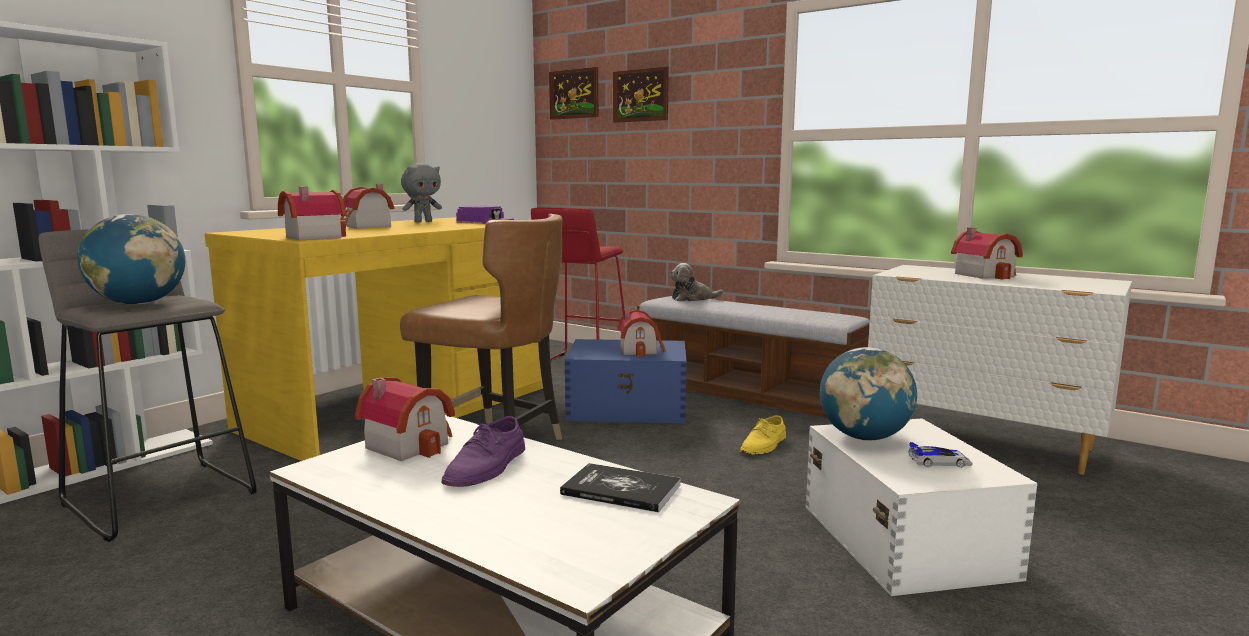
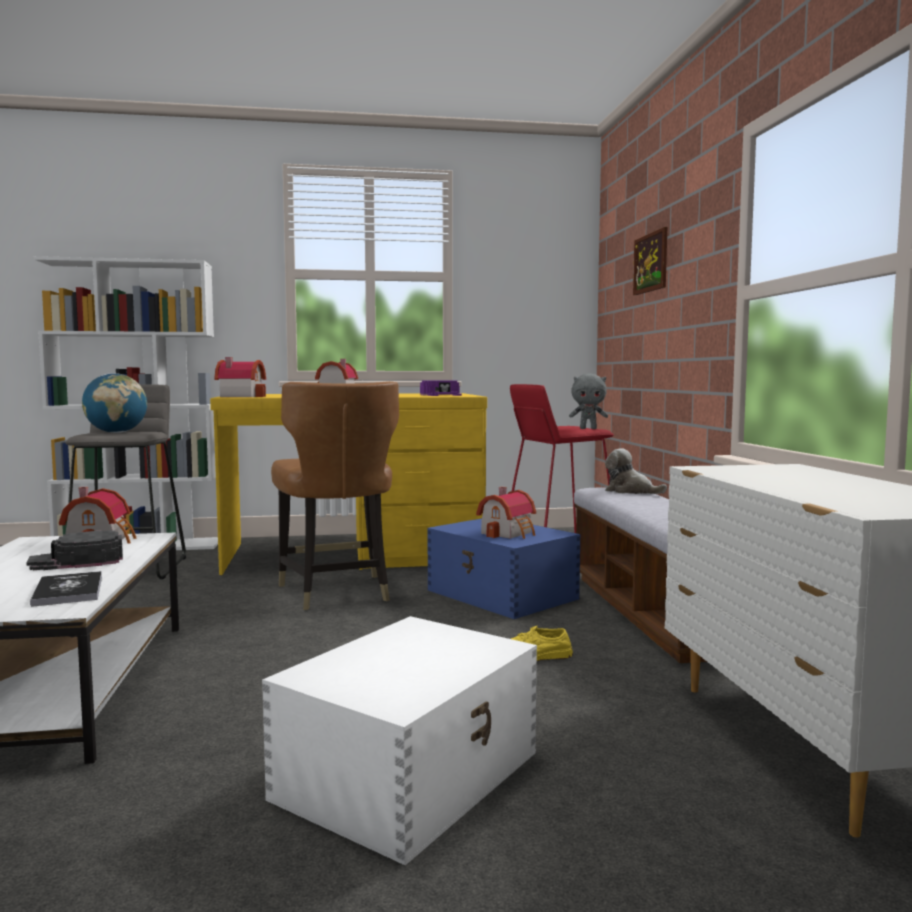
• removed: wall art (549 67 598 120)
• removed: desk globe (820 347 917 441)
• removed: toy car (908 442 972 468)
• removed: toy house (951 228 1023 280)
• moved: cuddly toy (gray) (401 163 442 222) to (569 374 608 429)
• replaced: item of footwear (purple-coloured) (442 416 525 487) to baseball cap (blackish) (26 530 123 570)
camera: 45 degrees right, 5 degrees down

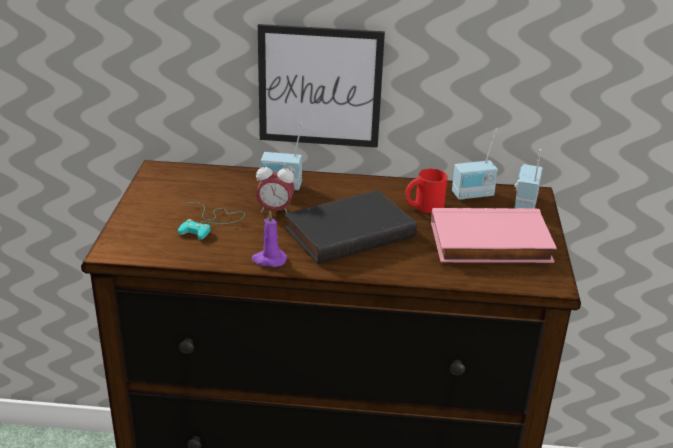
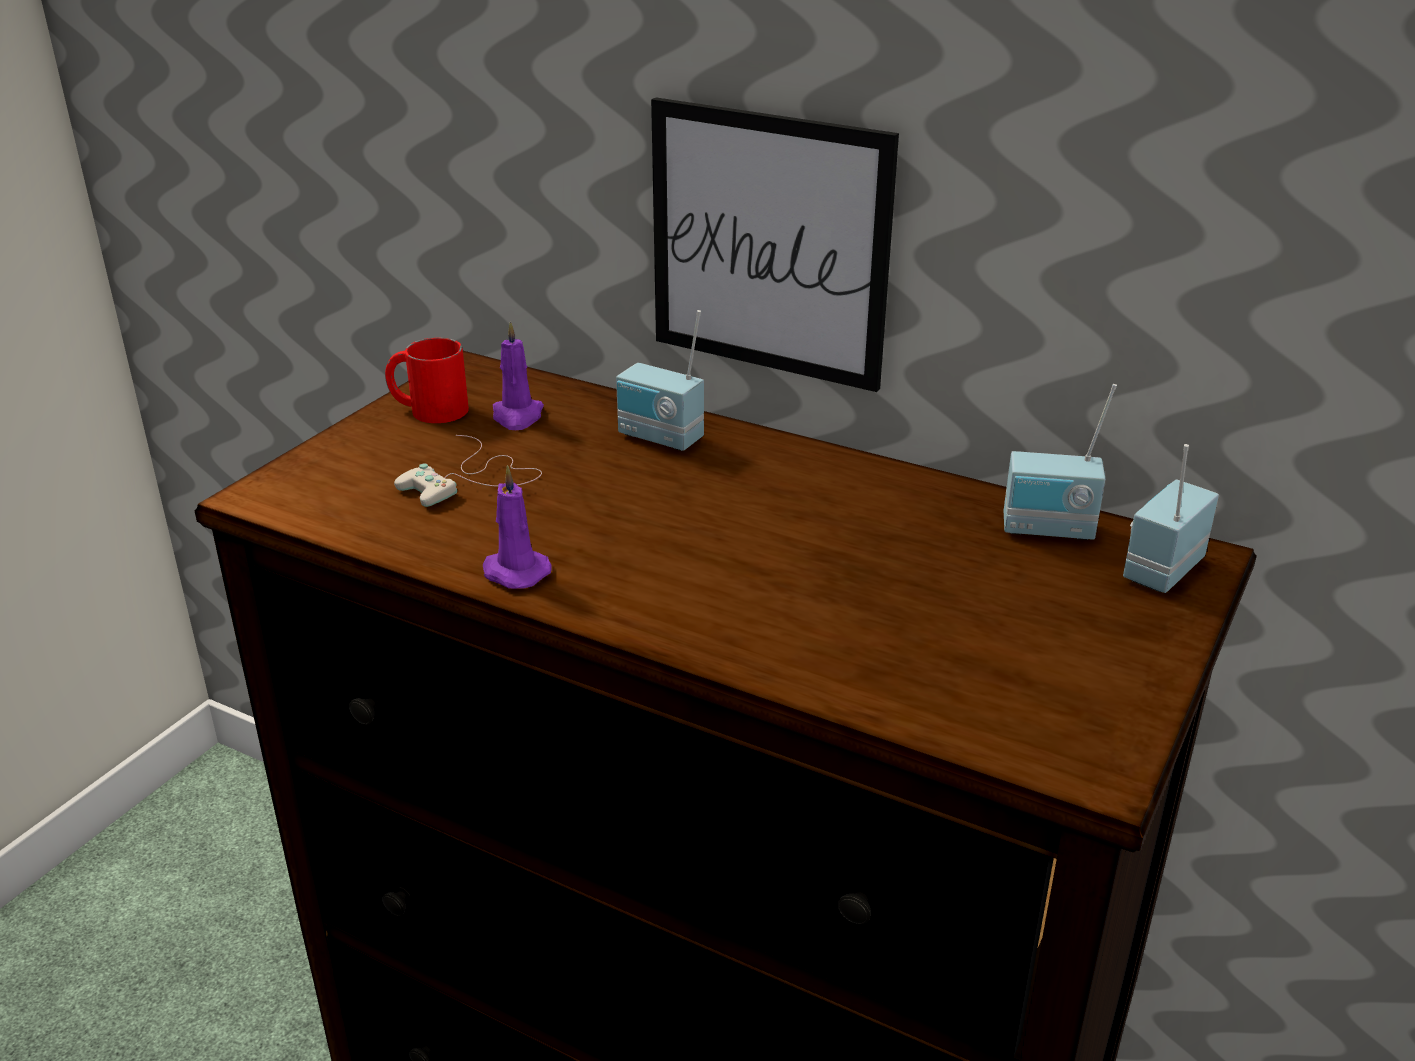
• removed: alarm clock (256 162 295 213)
• removed: volume (blackish) (284 190 417 264)
• removed: volume (pink) (431 208 557 263)
• added: wax light (purple-coloured) (493 321 544 430)
• moved: tea mug (reddish) (405 168 447 213) to (385 337 469 423)
• recoloured: gamepad (blue-green) (178 202 245 240) to gamepad (whitish) (394 435 542 507)
camera: 25 degrees right, 0 degrees up

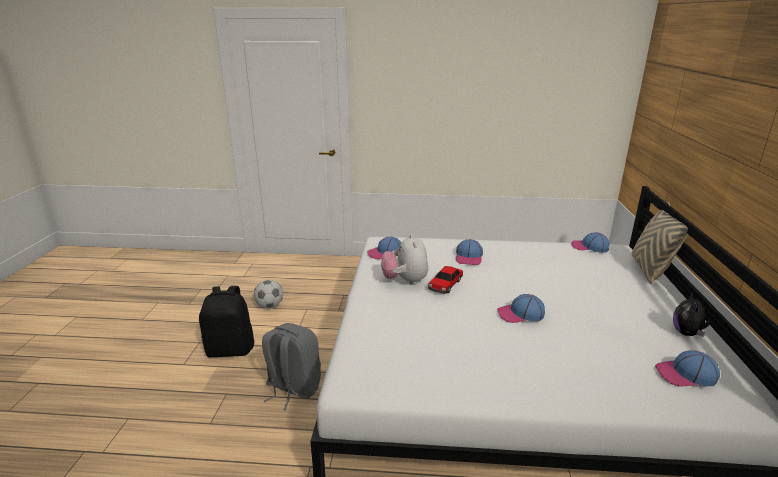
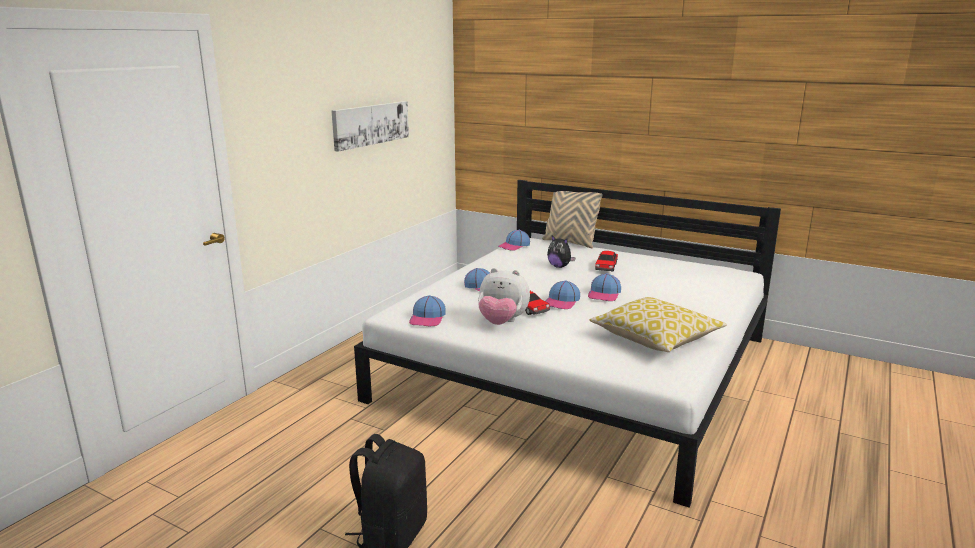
• removed: football (254 280 283 308)
• removed: rucksack (gray) (262 323 321 410)
• added: wall art (332 101 409 152)
• added: throw pillow (589 297 727 352)
• added: toy car (595 251 618 271)
• moved: baseball cap (655 350 720 387) to (545 280 580 309)
• moved: cuddly toy (673 292 711 337) to (547 236 576 268)
camera: 65 degrees left, 5 degrees down

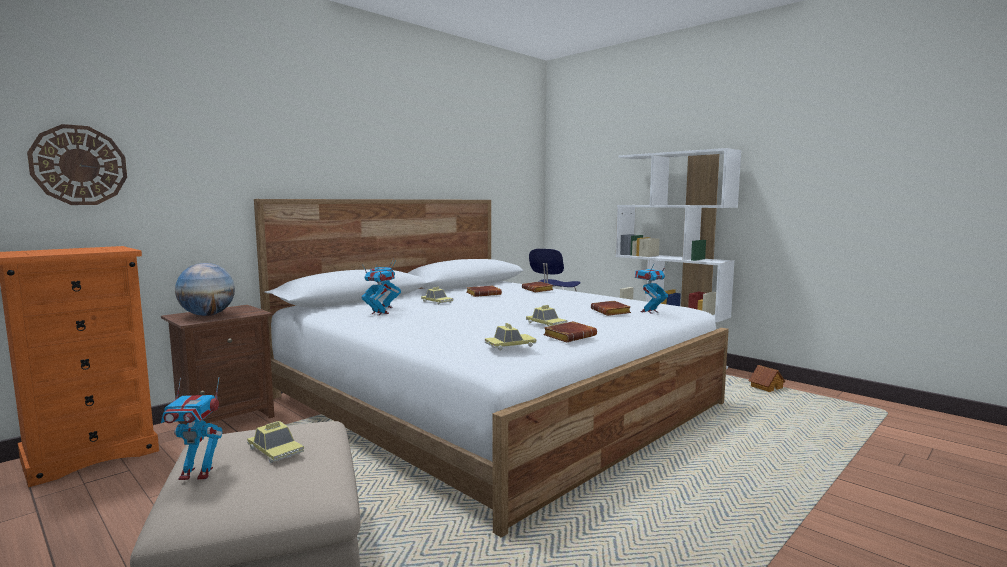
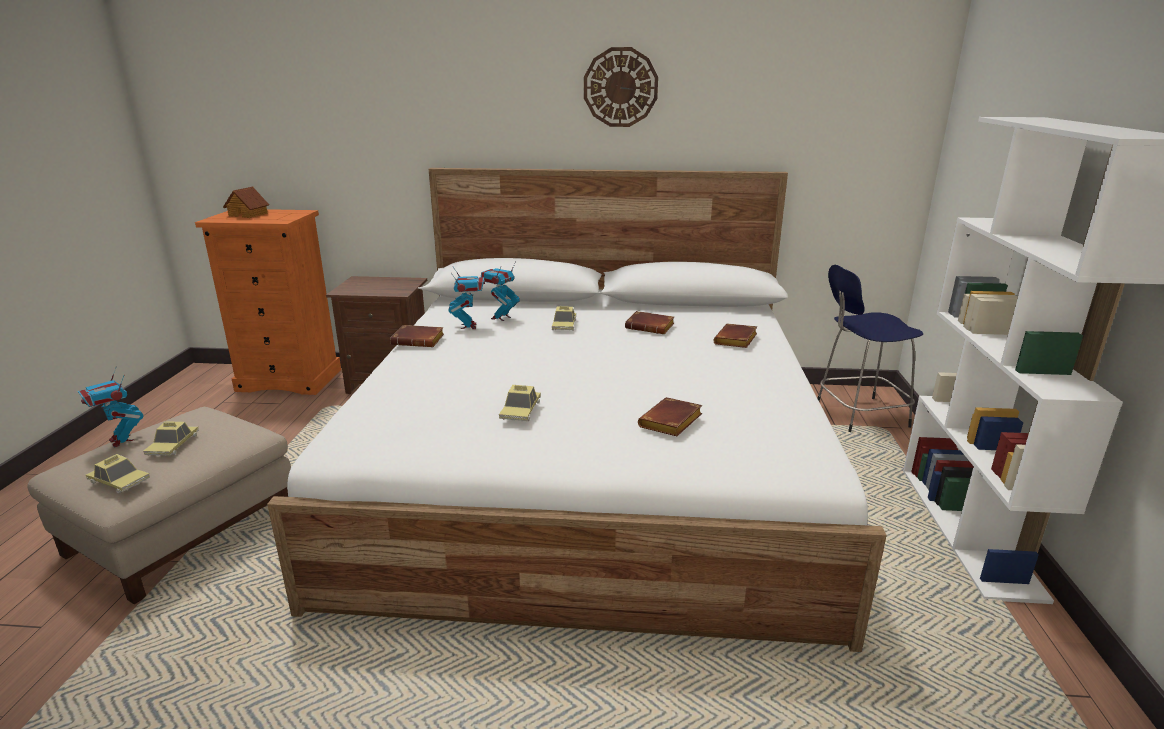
• removed: desk globe (175 263 235 316)
• removed: toy robot (635 263 668 314)
• moved: hanging clock (27 124 127 205) to (584 47 658 127)
• moved: toy car (485 323 537 351) to (86 454 150 493)
• moved: volume (brown-coloured) (543 321 597 342) to (390 325 444 347)
• moved: toy house (748 365 785 392) to (223 187 269 218)
camera: 50 degrees right, 15 degrees up

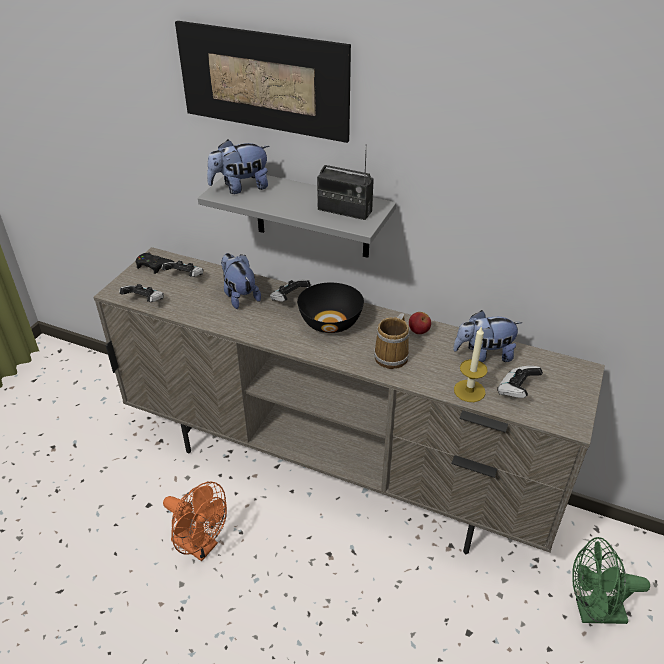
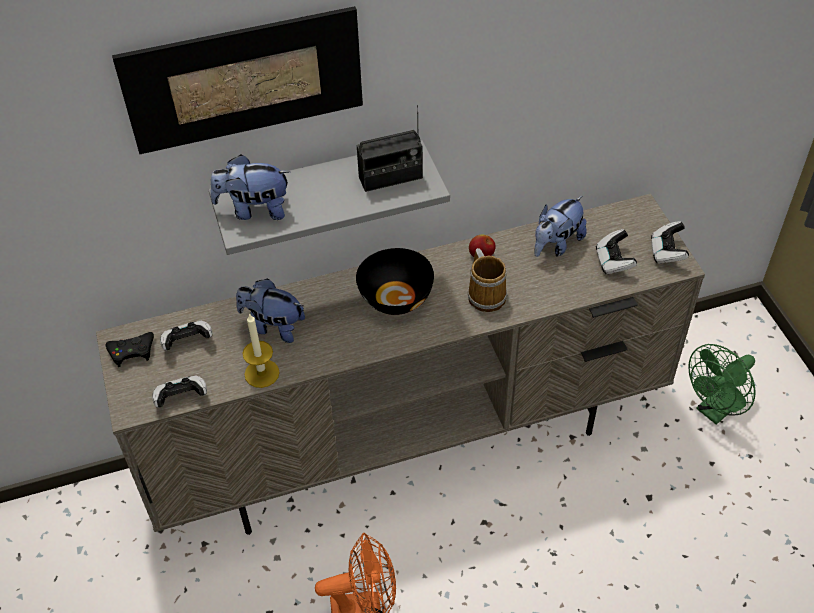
• moved: gamepad (270 279 311 302) to (651 221 689 264)
• moved: wax light (454 326 488 402) to (242 313 280 388)
• turned: cuddly toy (207 139 269 194) = (210 154 290 220) 60 degrees clockwise
camera: 40 degrees left, 10 degrees up

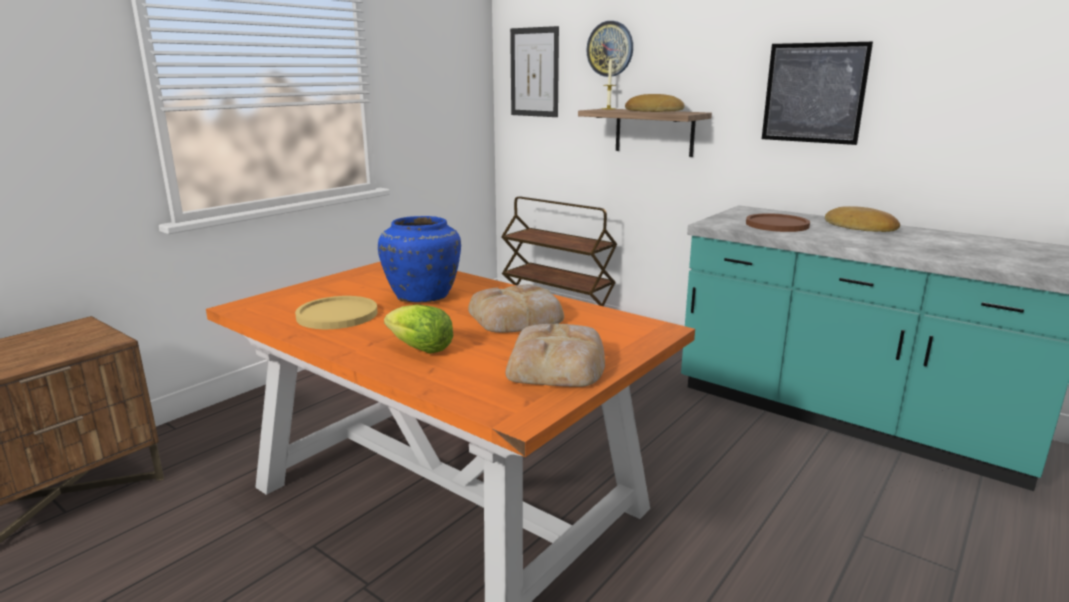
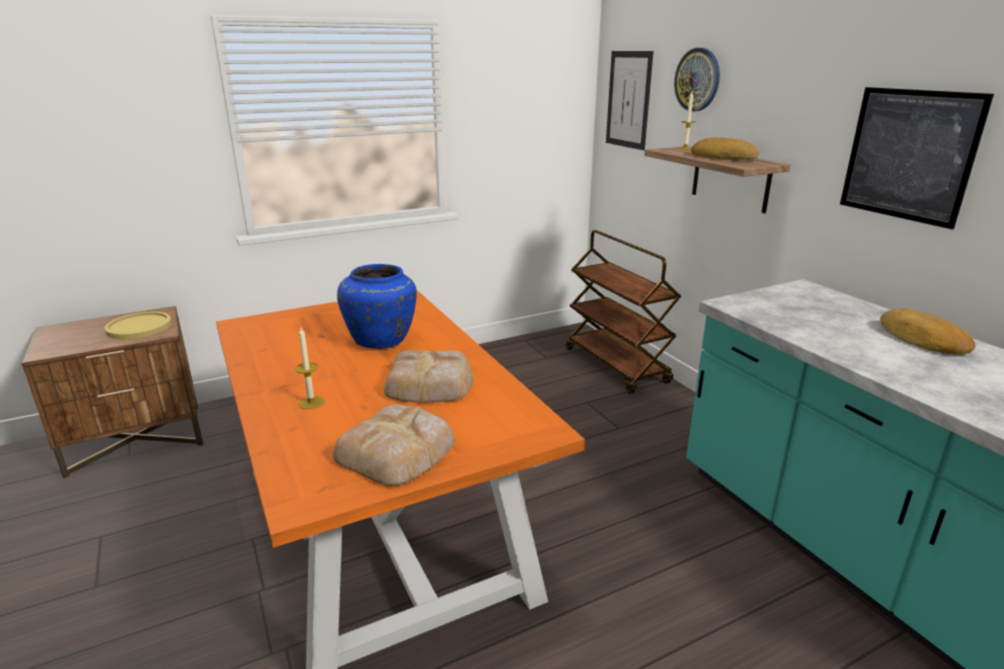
• removed: plate (brown-coloured) (746 213 810 232)
• moved: plate (yellowish) (295 296 377 329) to (105 311 172 339)
• replaced: lettuce head (384 304 454 354) to wax light (295 328 325 409)
camera: 25 degrees right, 5 degrees up

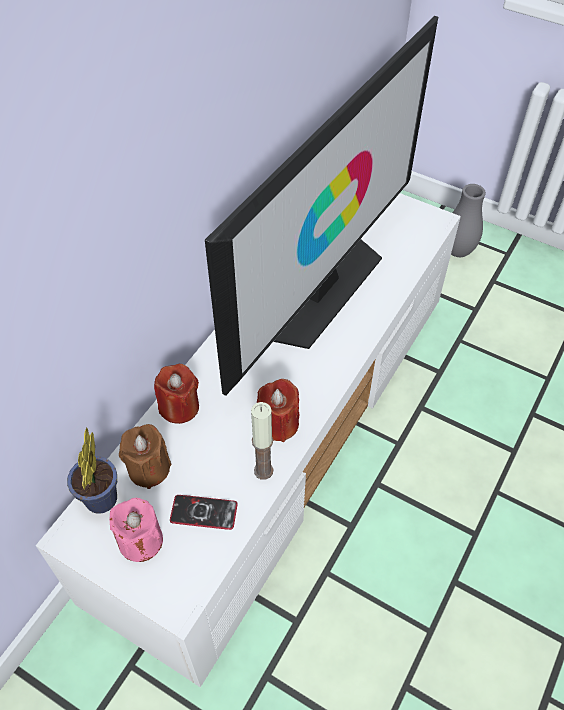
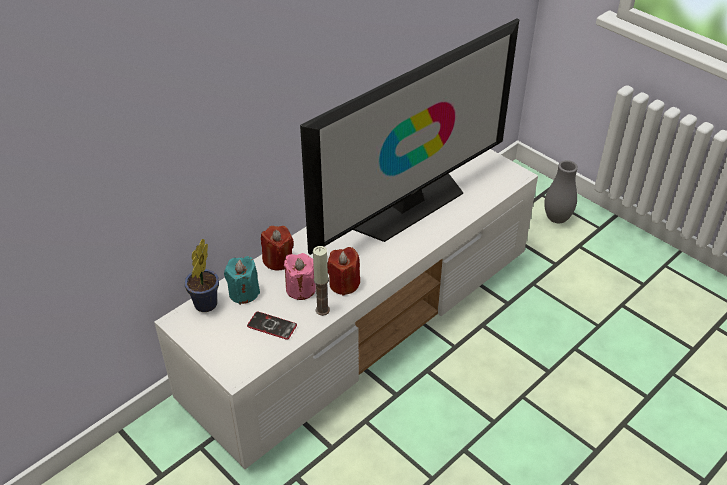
• moved: wax light (pink) (109 498 163 562) to (284 253 316 300)
• recoloured: wax light (brown-coloured) (119 424 171 489) to wax light (blue-green) (224 256 260 305)
camera: 15 degrees right, 10 degrees down

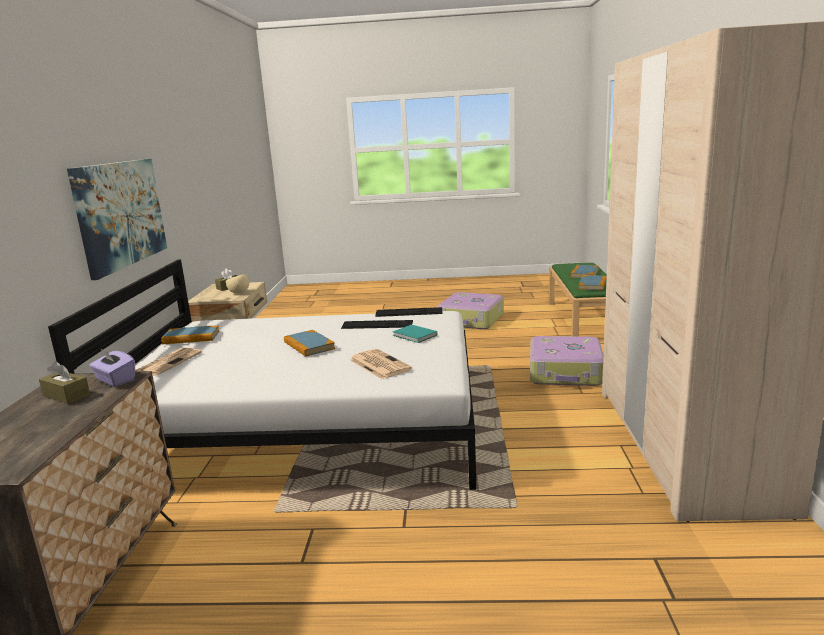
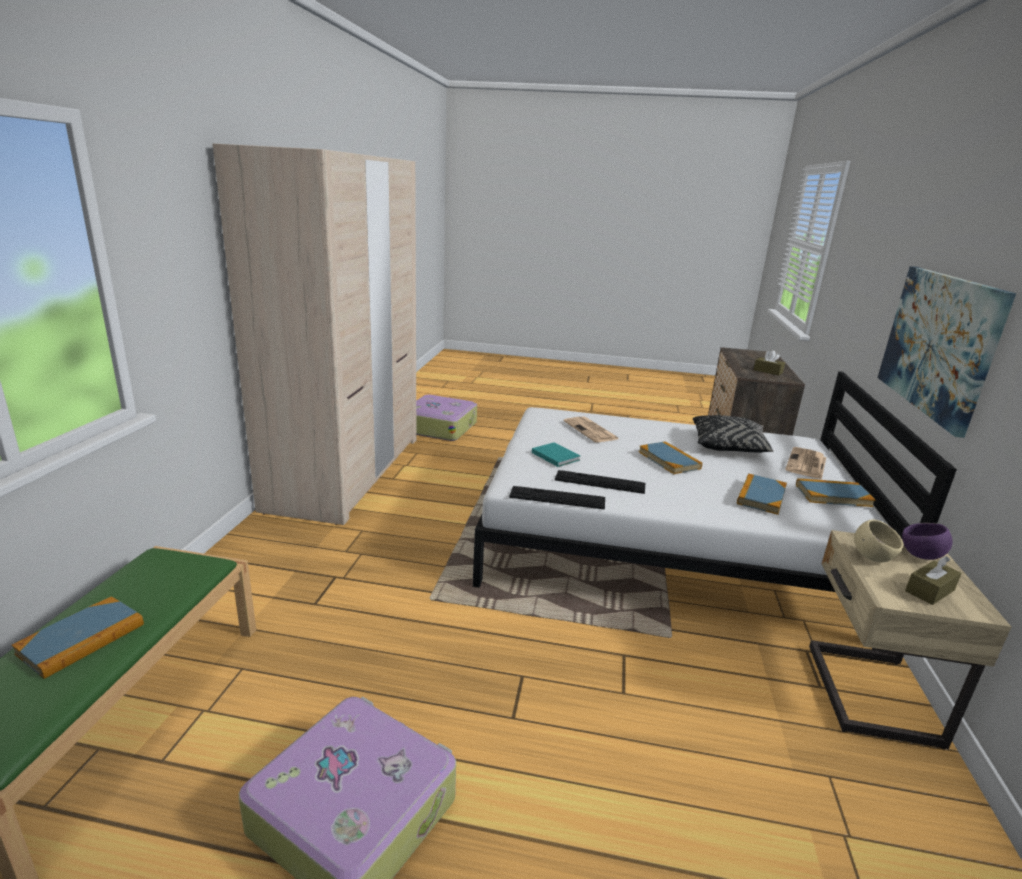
• removed: tissue holder (purple-coloured) (90 348 135 387)
• added: throw pillow (blackish) (693 415 774 453)
• added: deep dish (purple-coloured) (902 523 953 560)
• moved: travel case (530 336 604 386) to (416 395 477 441)
• moved: volume (578 275 607 291) to (737 474 787 515)
camera: 175 degrees left, 5 degrees up

